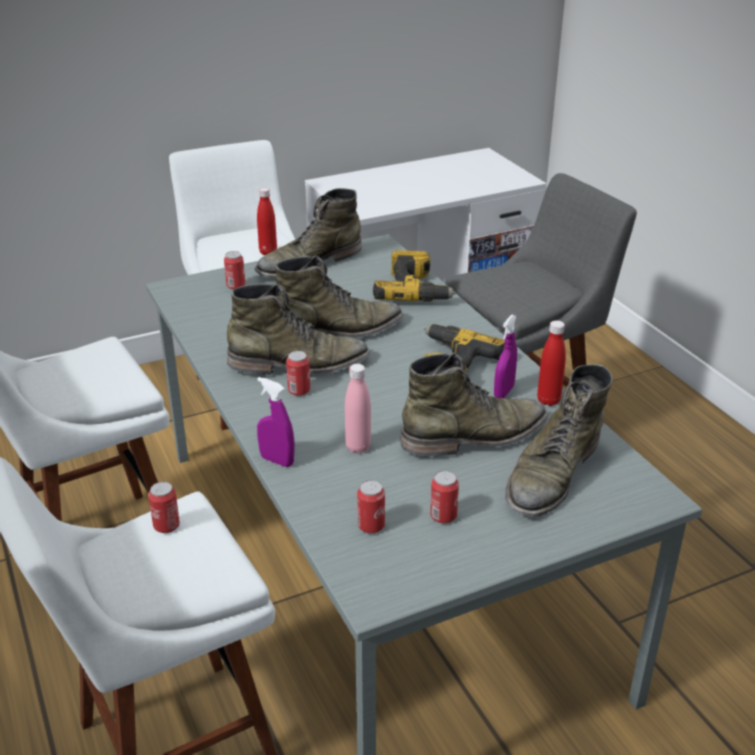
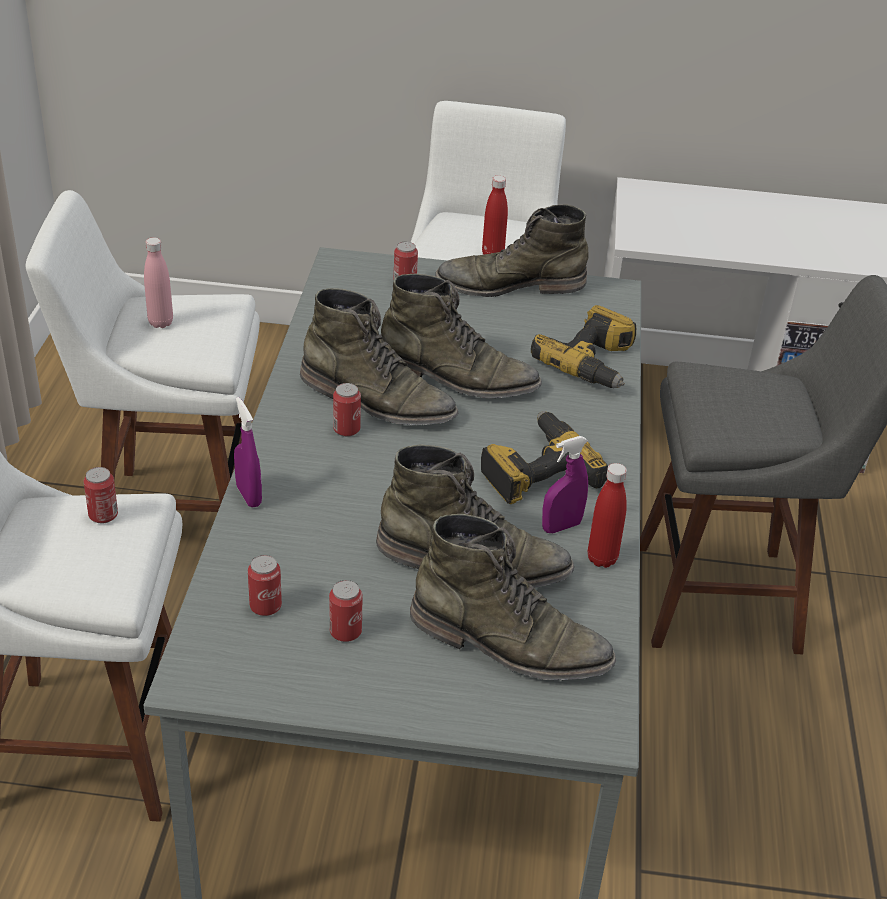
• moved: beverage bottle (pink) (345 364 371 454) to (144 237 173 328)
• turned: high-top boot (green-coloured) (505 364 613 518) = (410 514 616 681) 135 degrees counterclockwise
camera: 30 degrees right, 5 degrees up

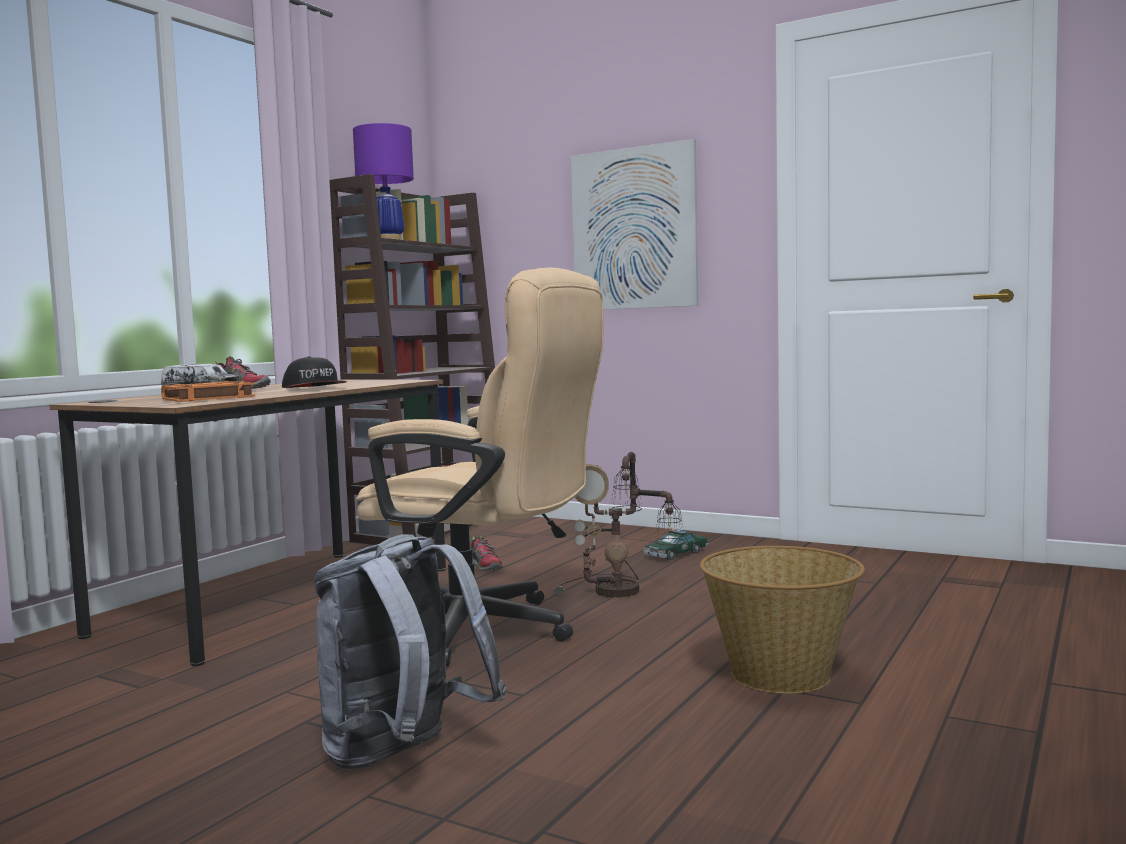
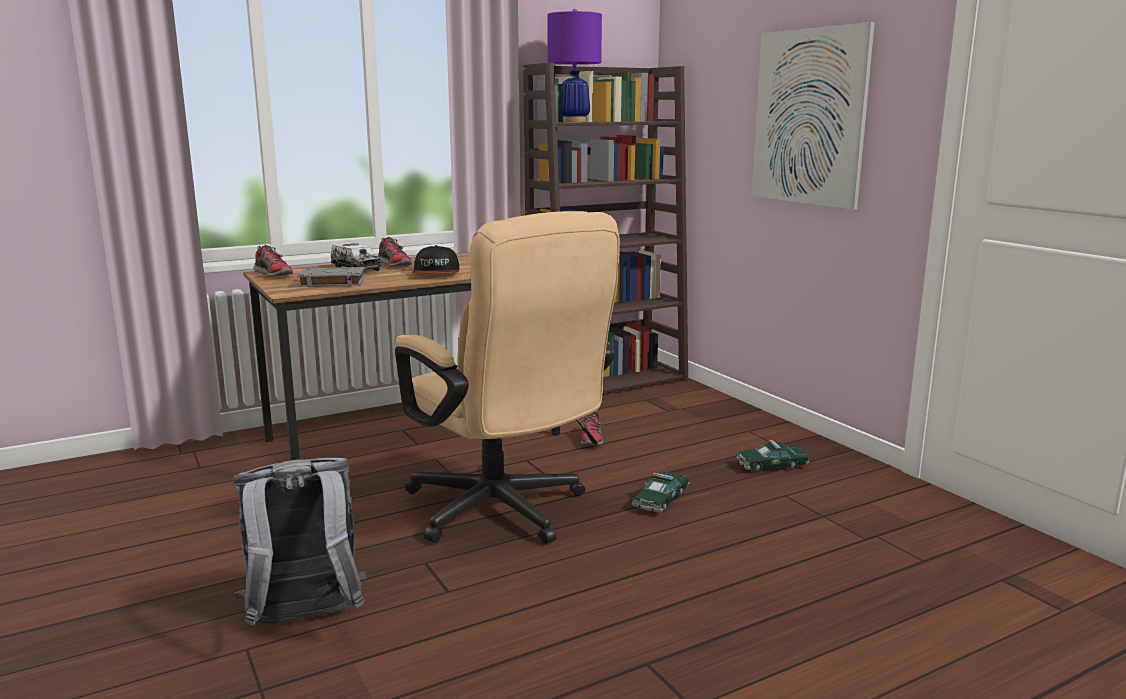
• removed: household basket (700 546 865 694)
• added: item of footwear (253 245 293 277)
• replaced: tabletop lamp (553 452 685 598) to toy car (632 472 690 513)
• recoloured: volume (orange) (161 380 255 402) to volume (gray) (297 267 365 287)
camera: 30 degrees right, 10 degrees up

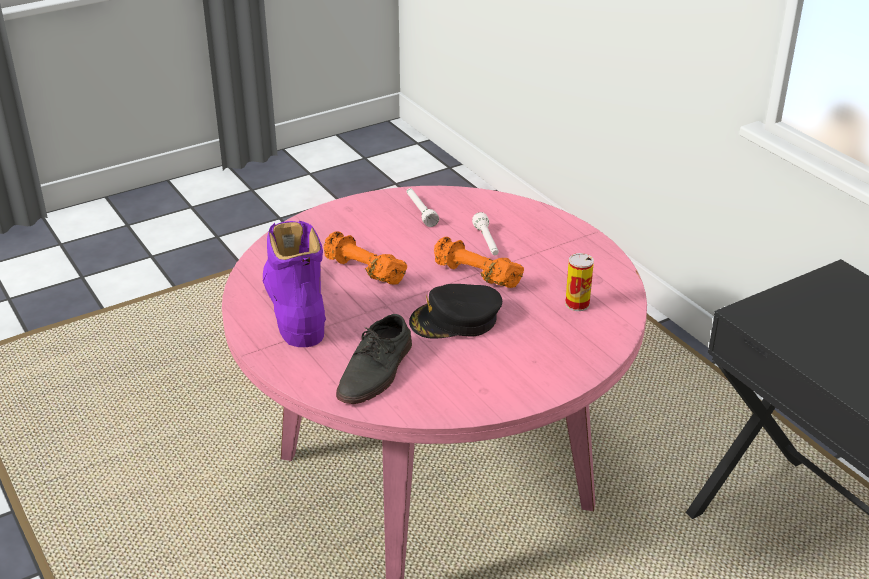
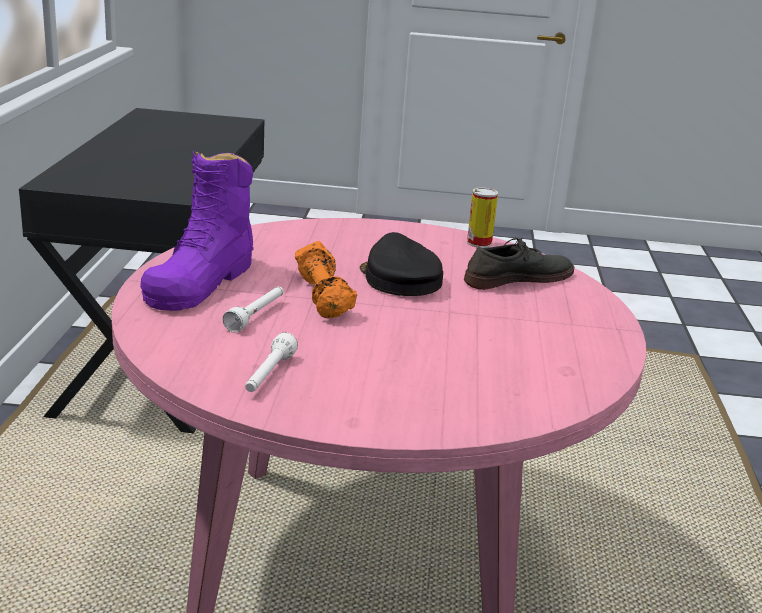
• removed: dumbbell (orange) (323 231 407 285)
• moved: high-top boot (purple-coloured) (263 221 326 347) to (140 151 254 311)
• moved: sealed can (565 253 594 311) to (467 188 498 248)
• turned: baseball cap (blackish) (409 284 502 339) = (360 232 443 296) 135 degrees counterclockwise
camera: 145 degrees left, 10 degrees down

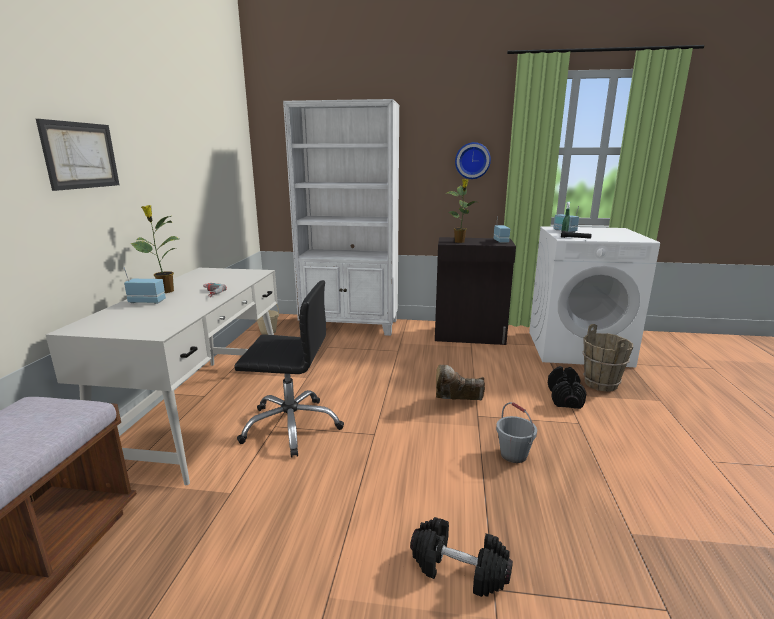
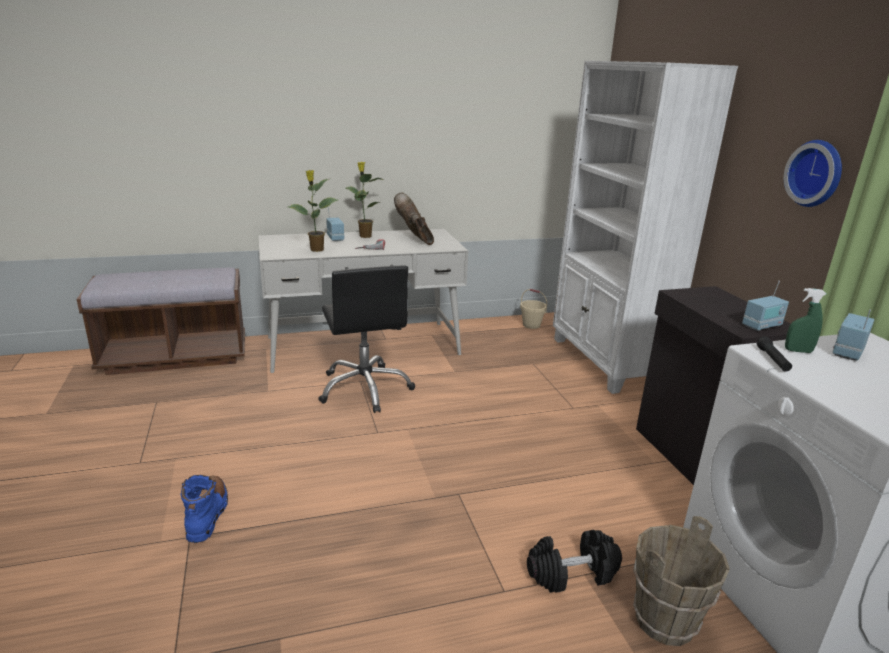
• removed: wall art (36 119 119 191)
• removed: pail (gray) (496 402 537 463)
• moved: high-top boot (brown-coloured) (436 365 485 400) to (394 192 434 245)
• moved: plant in a pot (446 179 476 243) to (288 170 338 252)
• replaced: dumbbell (blackish) (410 517 513 597) to high-top boot (blue) (181 475 228 543)
camera: 65 degrees right, 5 degrees up

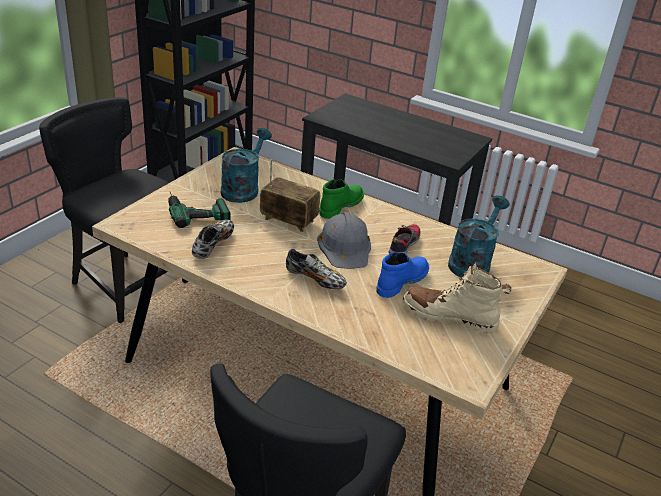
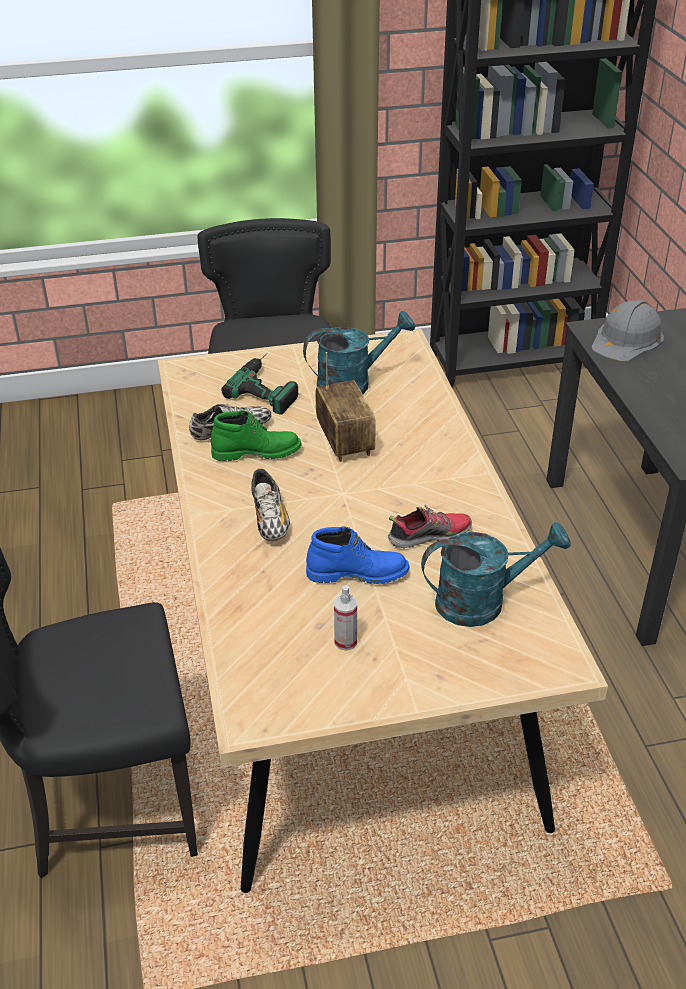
• moved: safety helmet (gray) (317 212 371 269) to (591 300 664 362)
• moved: high-top boot (green-coloured) (319 179 364 219) to (211 410 302 461)
• replaced: high-top boot (beige-coloured) (402 263 511 334) to sprayer (334 585 357 651)
camera: 50 degrees right, 5 degrees up

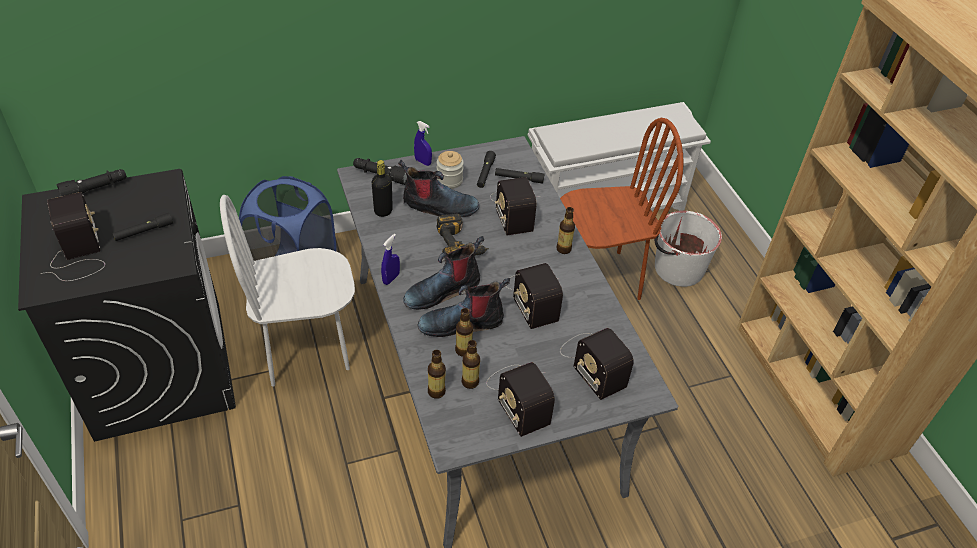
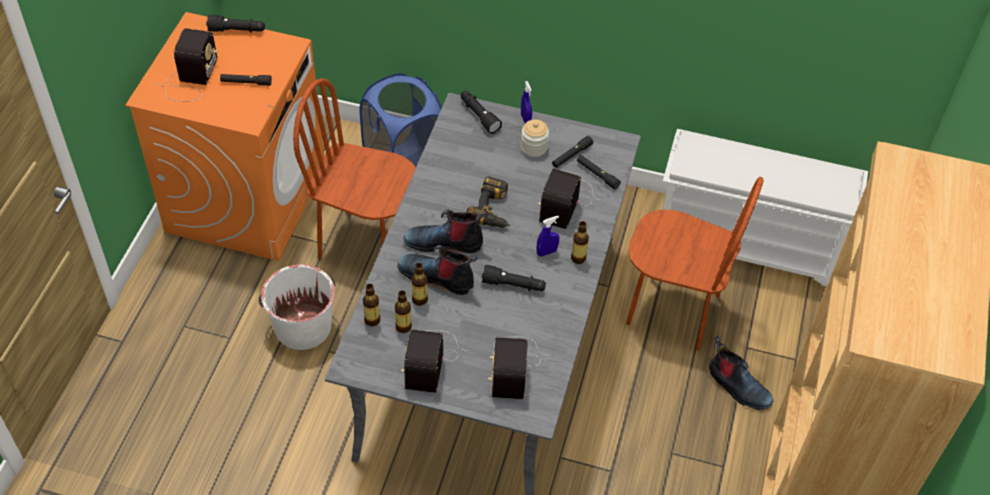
• removed: beverage bottle (blackish) (372 160 393 217)
• moved: sprayer (blue) (381 234 400 285) to (537 216 559 257)
• moved: high-top boot (398 160 479 217) to (708 336 774 410)
• moved: pail (whitish) (654 211 722 287) to (259 264 335 350)
• replaced: radio (505 263 563 329) to flashlight (blackish) (481 265 546 291)
• recoloured: laundry appliance (blackish) (18 169 236 442) to laundry appliance (orange) (125 12 324 261)
• recoloured: upright chair (whitish) (220 195 355 387) to upright chair (brown-coloured) (293 78 416 259)
camera: 35 degrees right, 5 degrees up

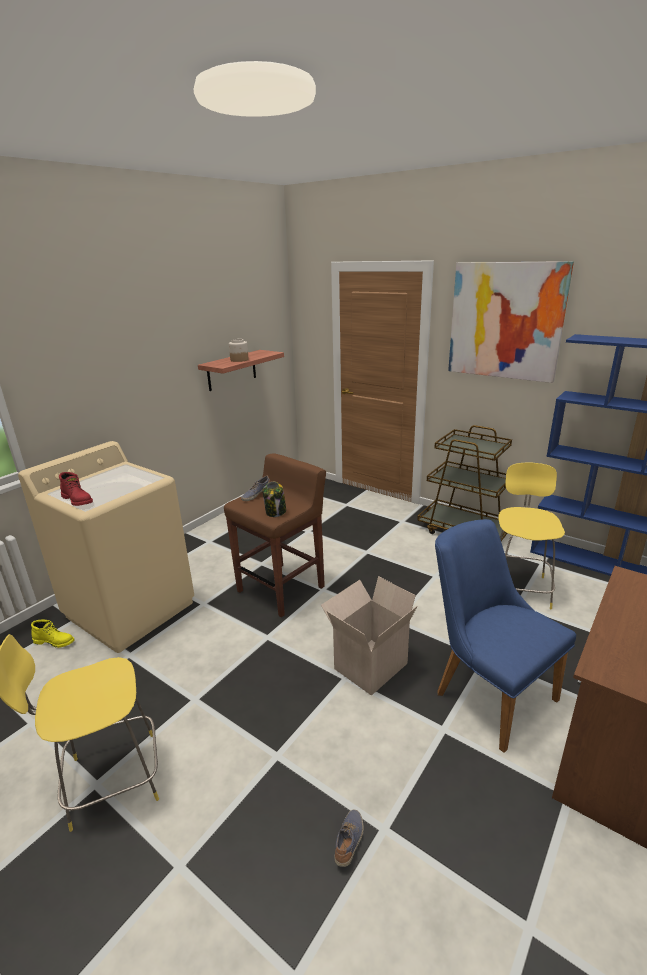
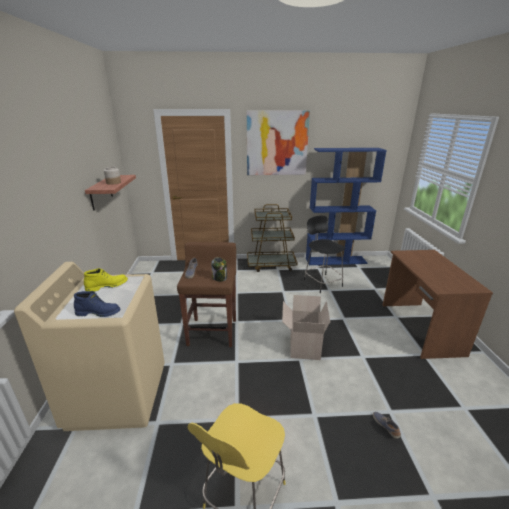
• removed: upright chair (blue) (435 519 576 753)
• moved: high-top boot (yellowish) (31 620 75 648) to (84 268 128 292)
• recoloured: high-top boot (reddish) (59 472 93 506) to high-top boot (blue) (74 291 121 317)
• recoloured: sitting stool (yellowish) (498 463 565 609) to sitting stool (blackish) (304 216 345 293)
camera: 40 degrees left, 0 degrees up

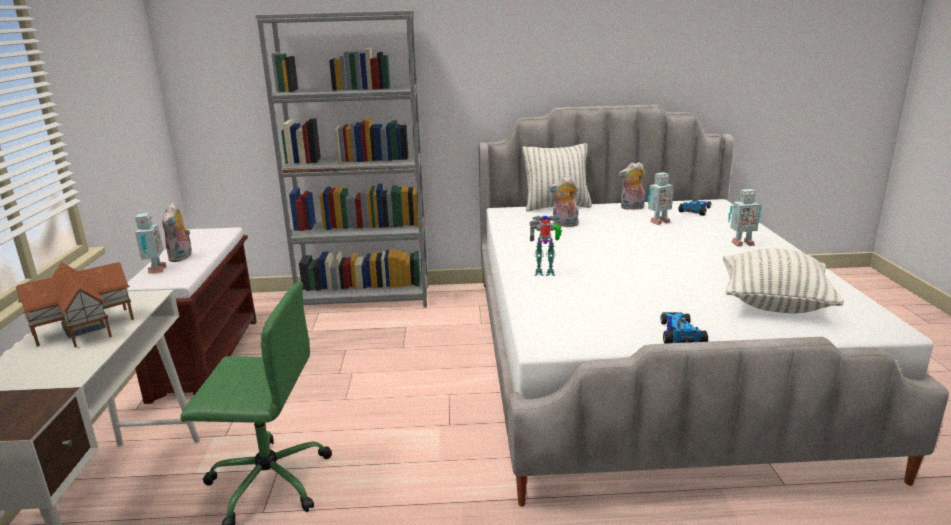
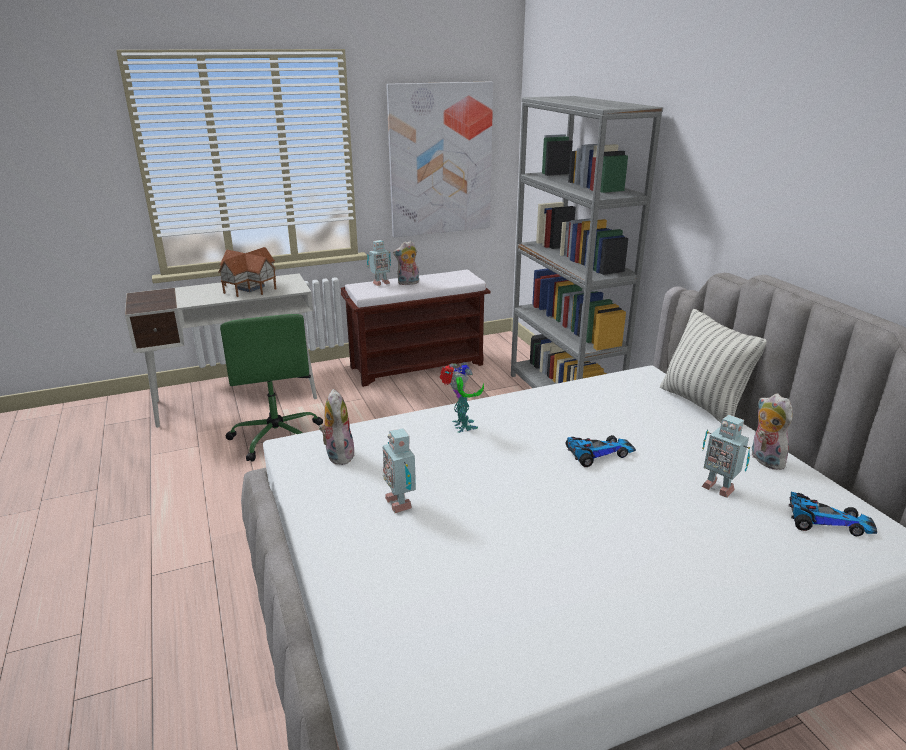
• removed: throw pillow (723 248 844 313)
• added: wall art (386 81 493 237)
• moved: cuddly toy (549 176 579 227) to (319 389 355 465)
• moved: toy car (660 312 708 344) to (565 435 636 467)
• moved: toy robot (728 189 762 246) to (382 428 416 513)
camera: 70 degrees right, 5 degrees up

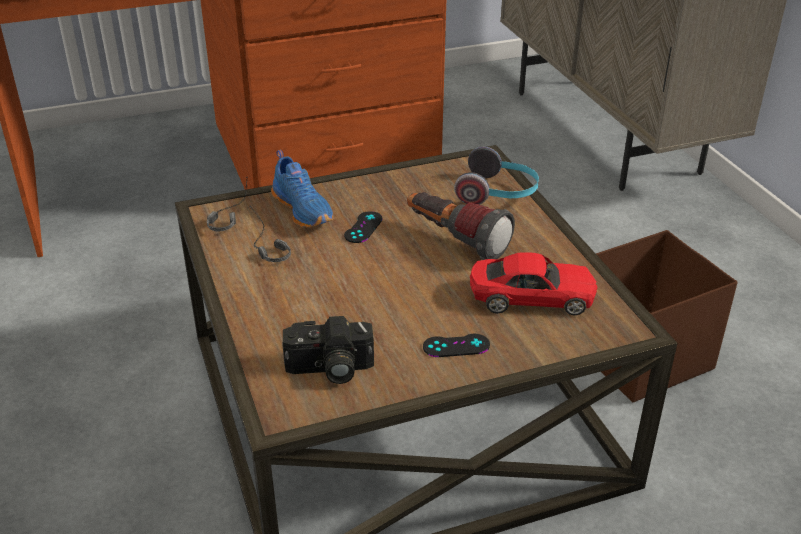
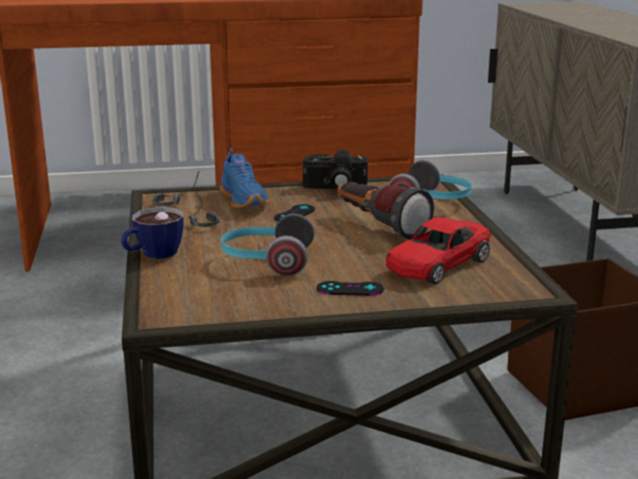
• added: drinking cup (121 207 184 259)
• added: pair of headphones (221 214 314 276)
• moved: still camera (282 316 374 384) to (303 150 368 190)
• turned: toy car (reddish) (470 252 598 316) = (386 217 492 284) 120 degrees clockwise
camera: 10 degrees right, 15 degrees down

